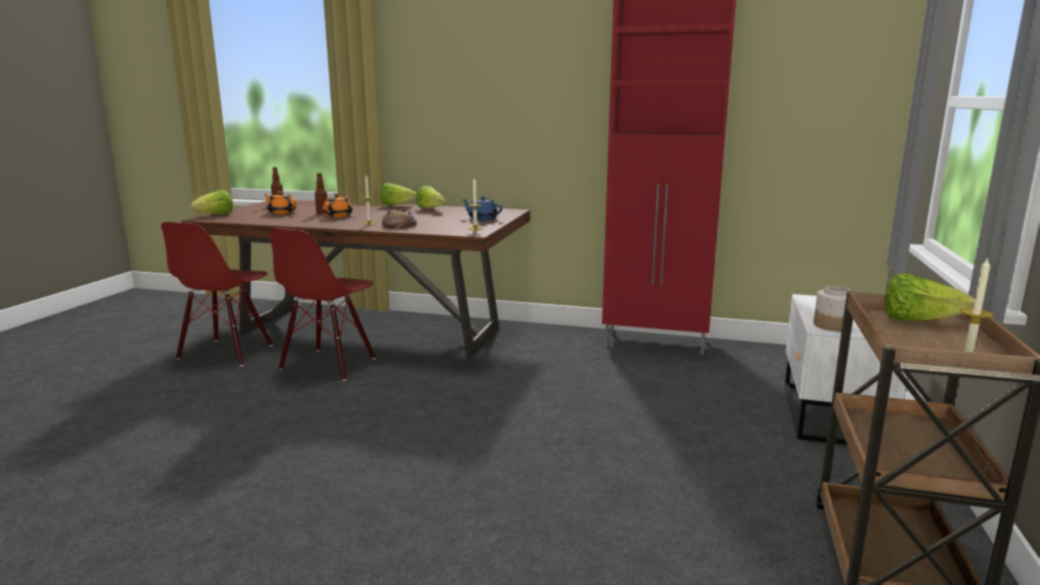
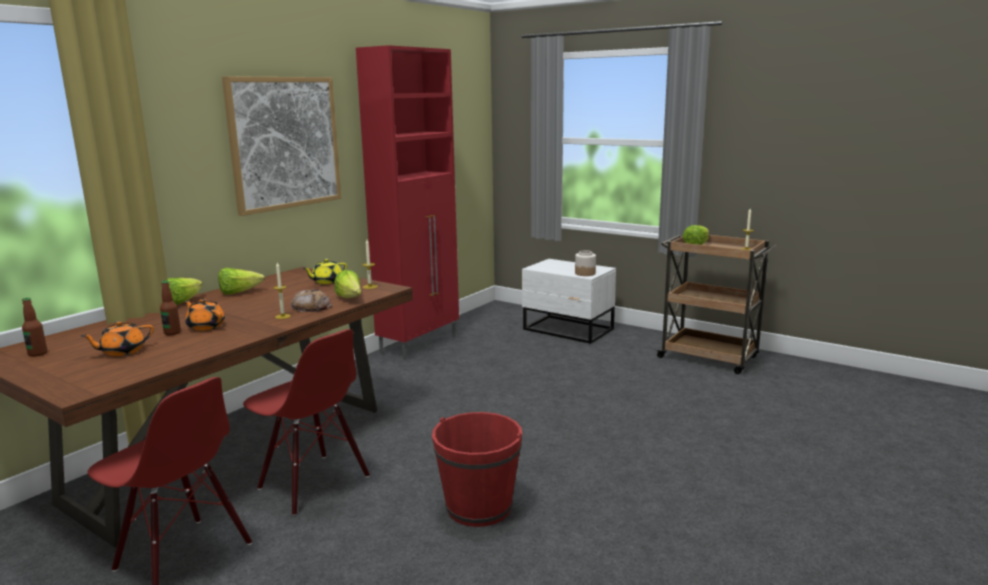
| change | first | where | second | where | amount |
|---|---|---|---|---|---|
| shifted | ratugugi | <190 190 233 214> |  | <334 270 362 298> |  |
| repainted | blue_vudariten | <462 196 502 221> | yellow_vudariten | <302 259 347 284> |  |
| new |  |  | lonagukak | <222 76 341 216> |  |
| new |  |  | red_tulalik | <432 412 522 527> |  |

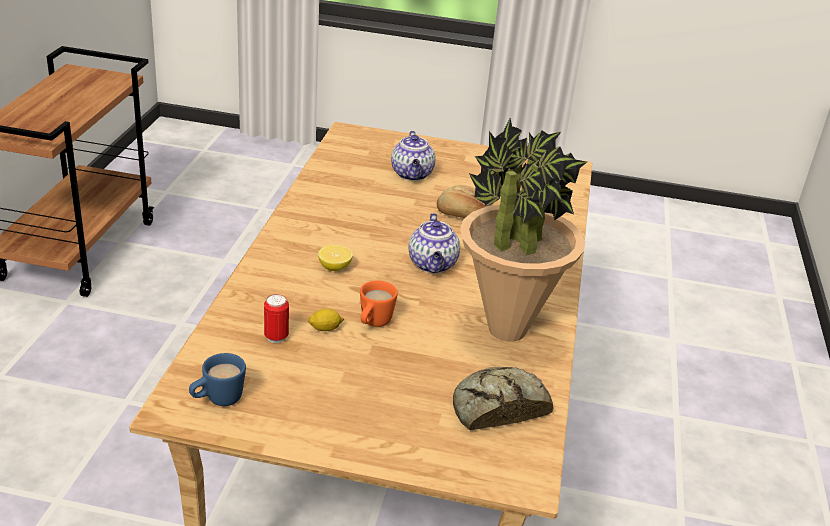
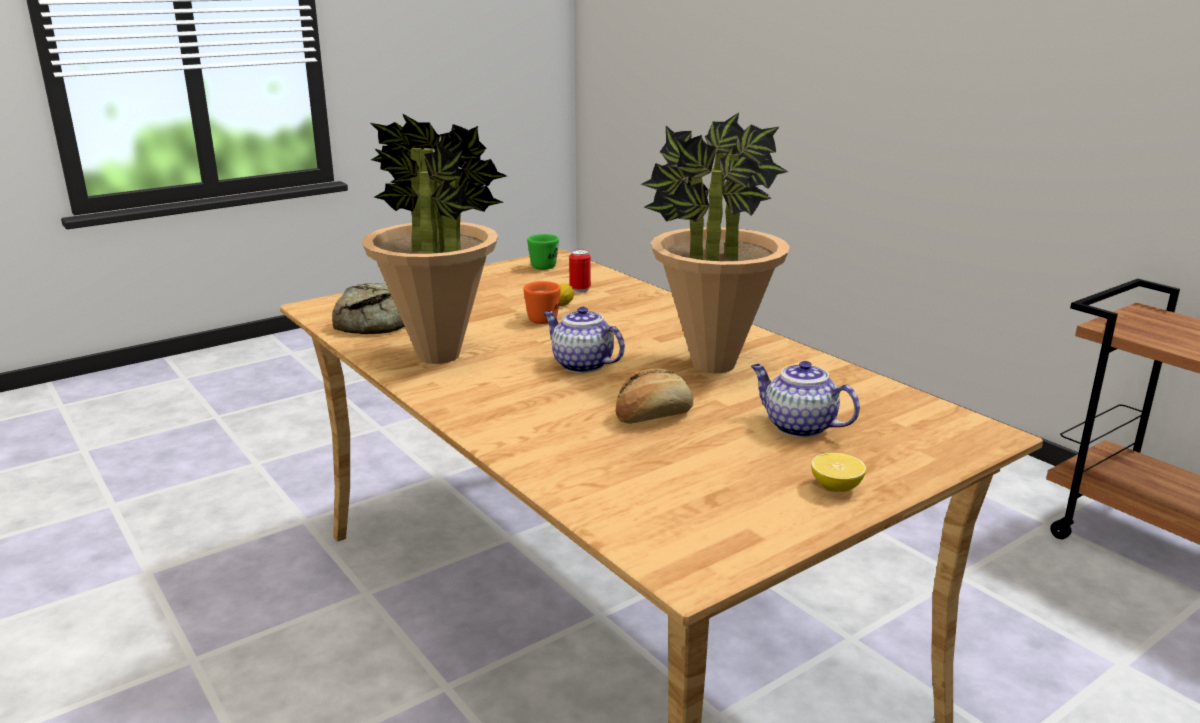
| change | first | where | second | where | amount |
|---|---|---|---|---|---|
| repainted | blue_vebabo | <189 353 246 406> | green_vebabo | <527 234 559 270> |  |
| shifted | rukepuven | <318 245 353 271> |  | <811 453 866 492> |  |
| new |  |  | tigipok | <641 112 790 373> |  |

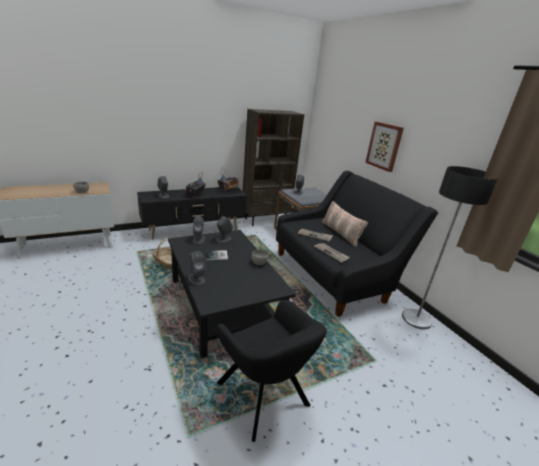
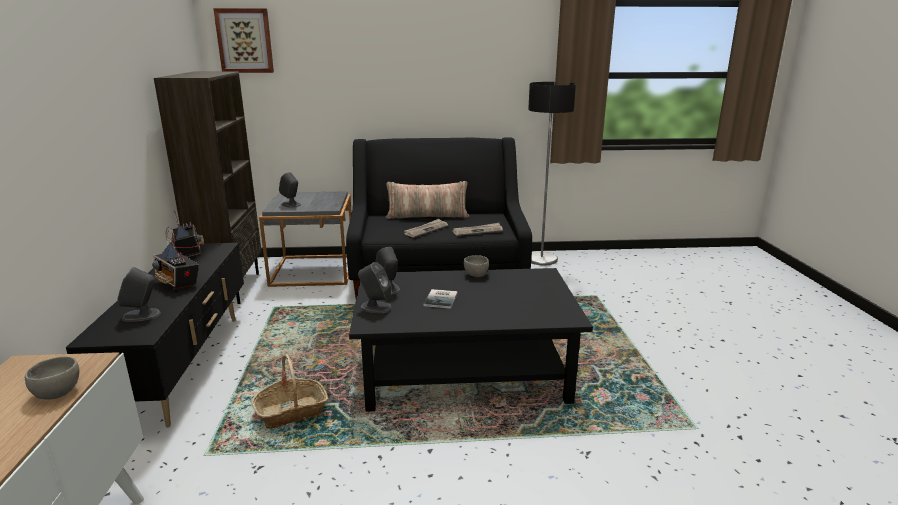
| change | first | where | second | where | amount |
|---|---|---|---|---|---|
| gone | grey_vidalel | <188 251 206 285> |  |  |  |
| gone | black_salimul | <217 300 327 442> |  |  |  |
| shifted | lonagukak | <365 122 404 172> |  | <213 8 274 73> |  |

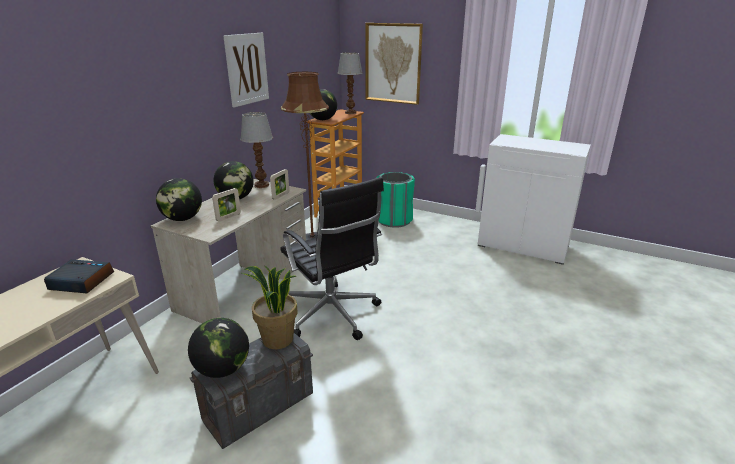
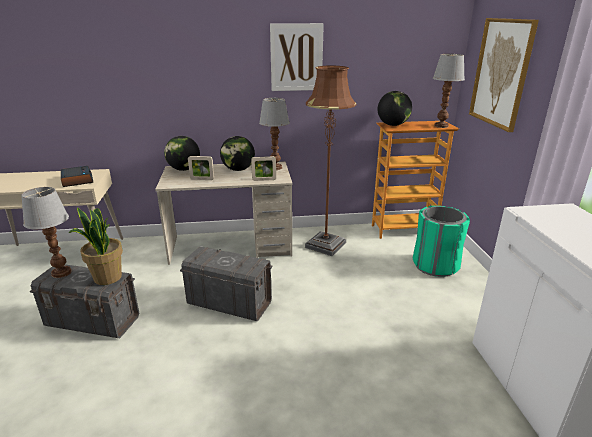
| change | first | where | second | where | amount |
|---|---|---|---|---|---|
| swapped | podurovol | <188 318 249 378> | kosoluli | <22 187 72 278> |  |
| swapped | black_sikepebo | <280 177 384 340> | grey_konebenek | <180 246 273 322> |  |

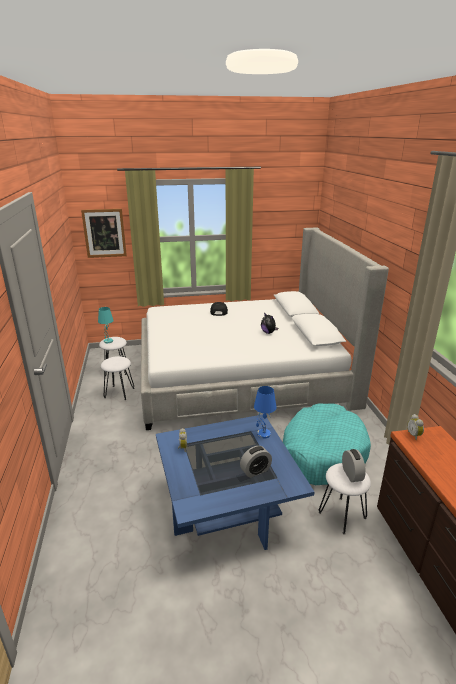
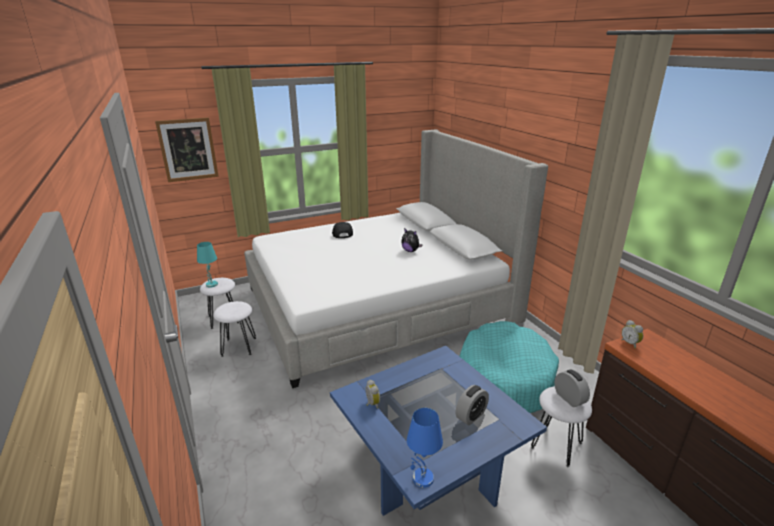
| change | first | where | second | where | amount |
|---|---|---|---|---|---|
| shifted | blue_kosoluli | <254 386 277 439> |  | <407 408 443 488> |  |

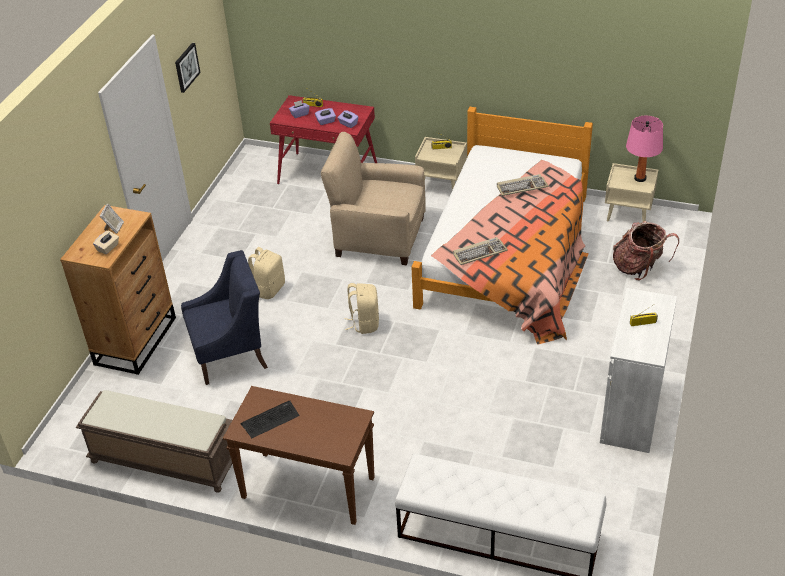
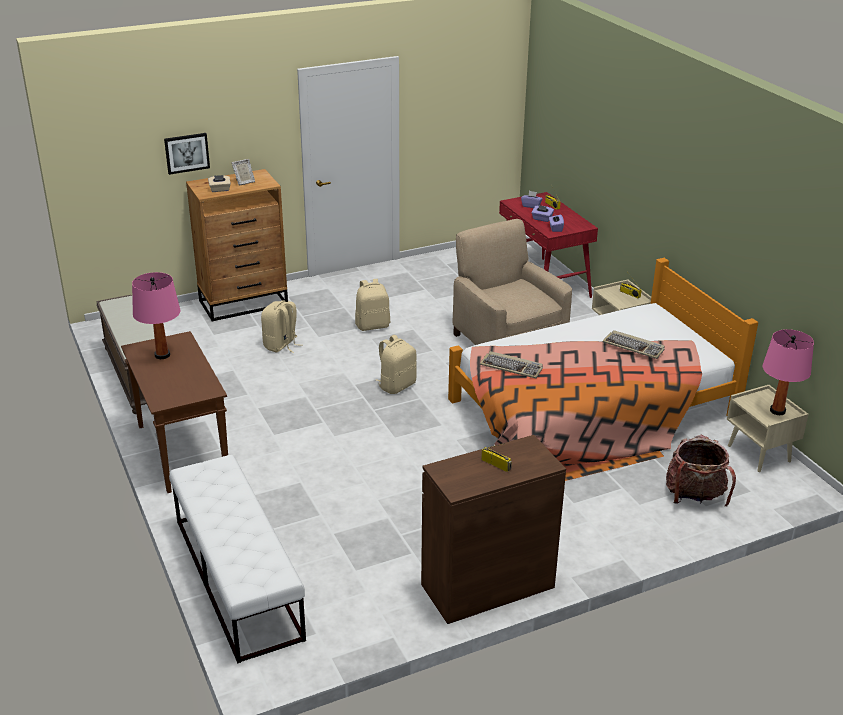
| change | first | where | second | where | amount |
|---|---|---|---|---|---|
| shifted | lonagukak | <175 43 200 93> |  | <164 133 210 175> |  |
| swapped | blue_salimul | <181 250 268 385> | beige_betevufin | <261 300 303 353> |  |
| swapped | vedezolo | <241 401 300 438> | pink_kosoluli | <132 272 181 359> |  |
| repainted | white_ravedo | <600 288 677 453> | brown_ravedo | <421 435 566 624> |  |

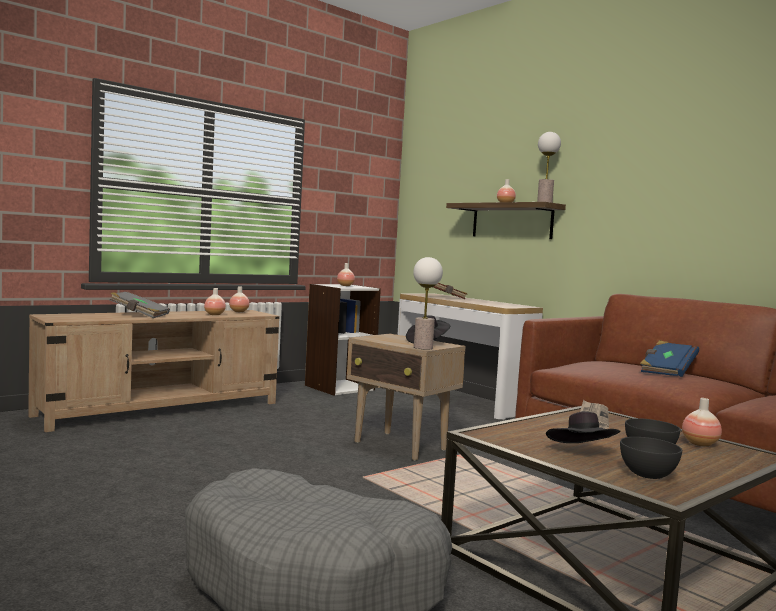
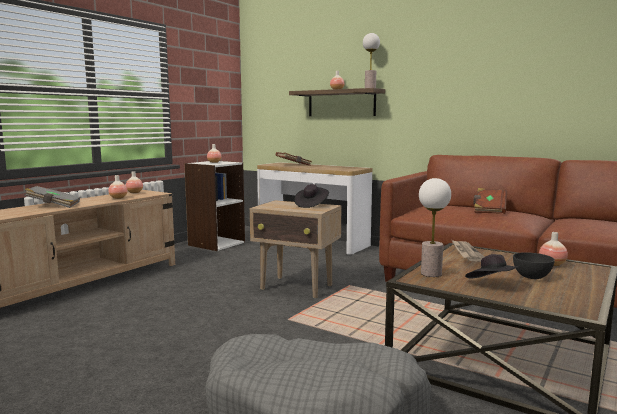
| change | first | where | second | where | amount |
|---|---|---|---|---|---|
| shifted | kosoluli | <413 257 443 349> |  | <419 178 451 277> |  |
| gone | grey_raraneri | <620 437 682 479> |  |  |  |
| repainted | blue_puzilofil | <640 341 699 377> | brown_puzilofil | <473 188 507 214> |  |

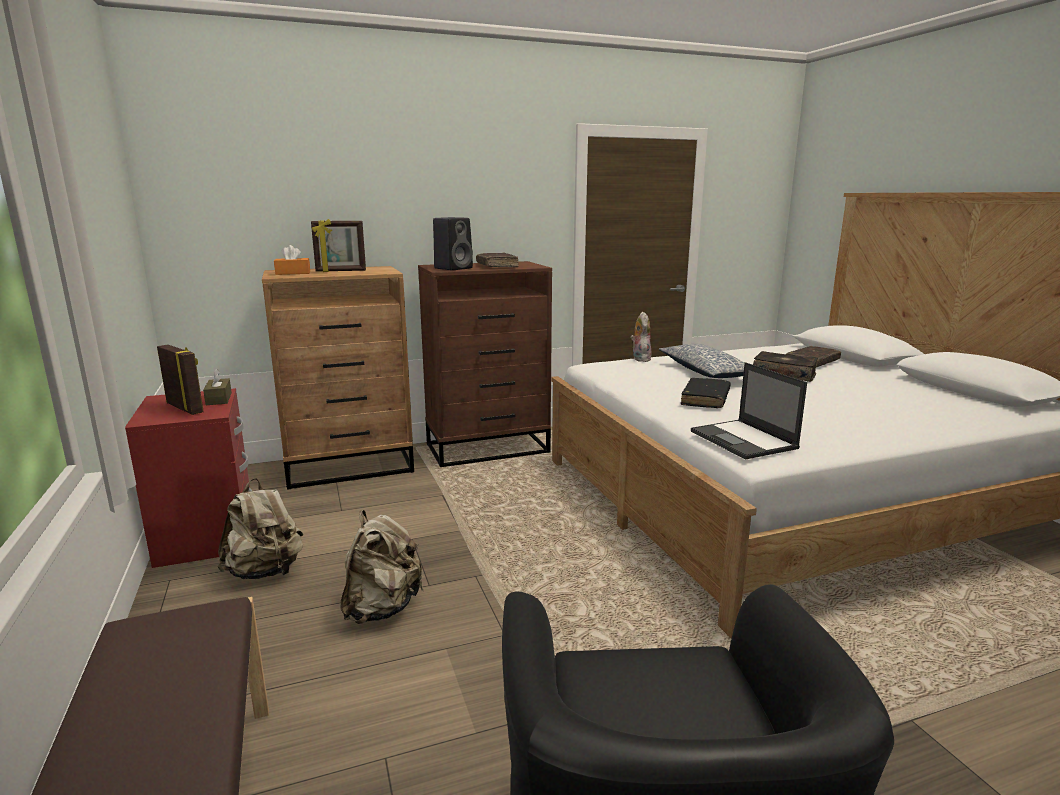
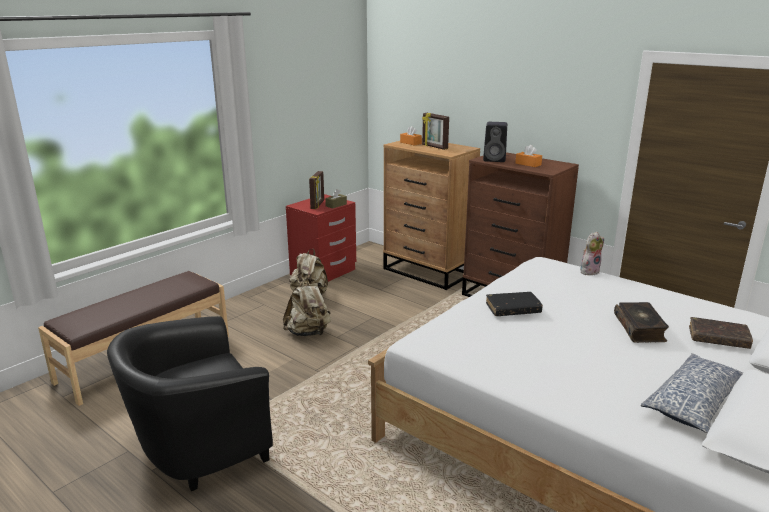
| change | first | where | second | where | amount |
|---|---|---|---|---|---|
| swapped | brown_puzilofil | <476 253 519 268> | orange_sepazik | <515 145 542 167> |  |
| shifted | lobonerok | <659 344 744 378> |  | <641 353 743 433> |  |
| gone | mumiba | <691 362 807 459> |  |  |  |

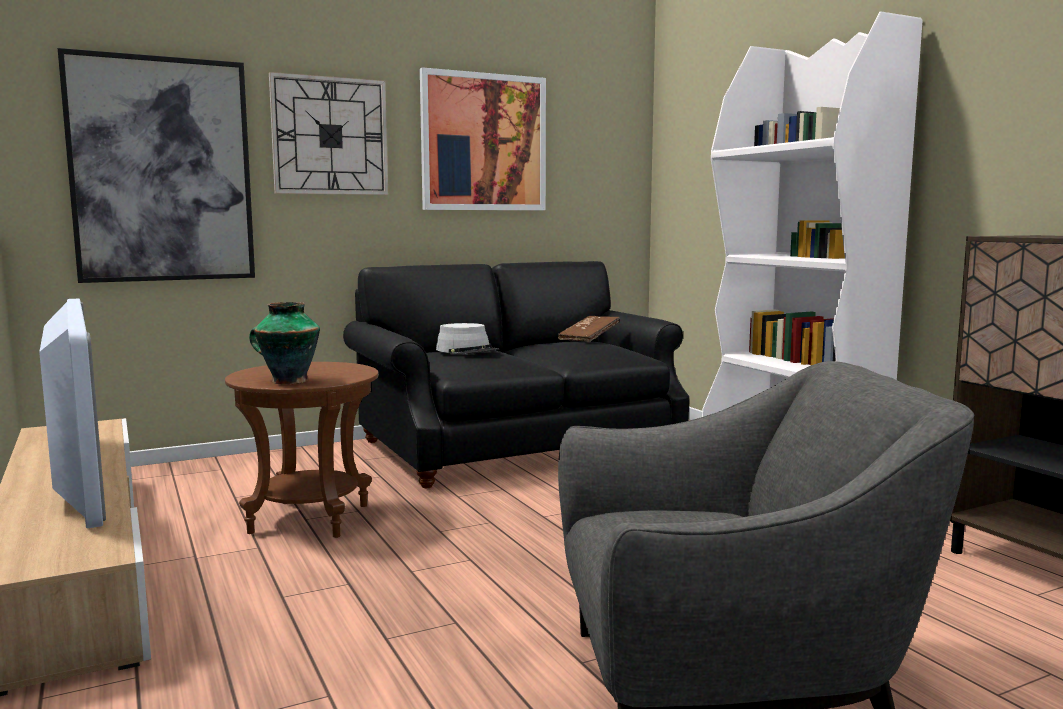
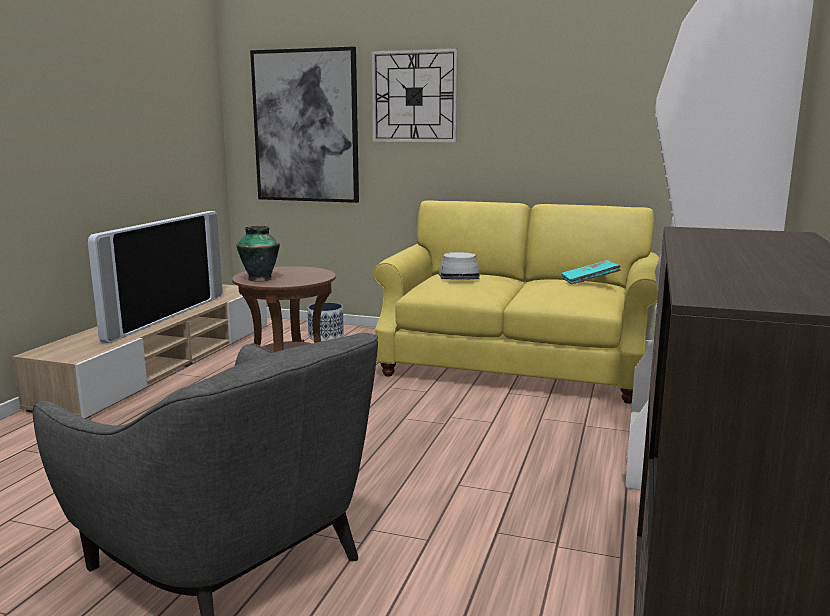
| change | first | where | second | where | amount |
|---|---|---|---|---|---|
| repainted | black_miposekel | <343 261 689 488> | yellow_miposekel | <374 200 659 404> |  |
| gone | lonagukak | <420 67 546 210> |  |  |  |
| repainted | brown_puzilofil | <558 316 620 342> | turquoise_puzilofil | <561 260 621 284> |  |
| new |  |  | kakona | <308 302 344 341> |  |

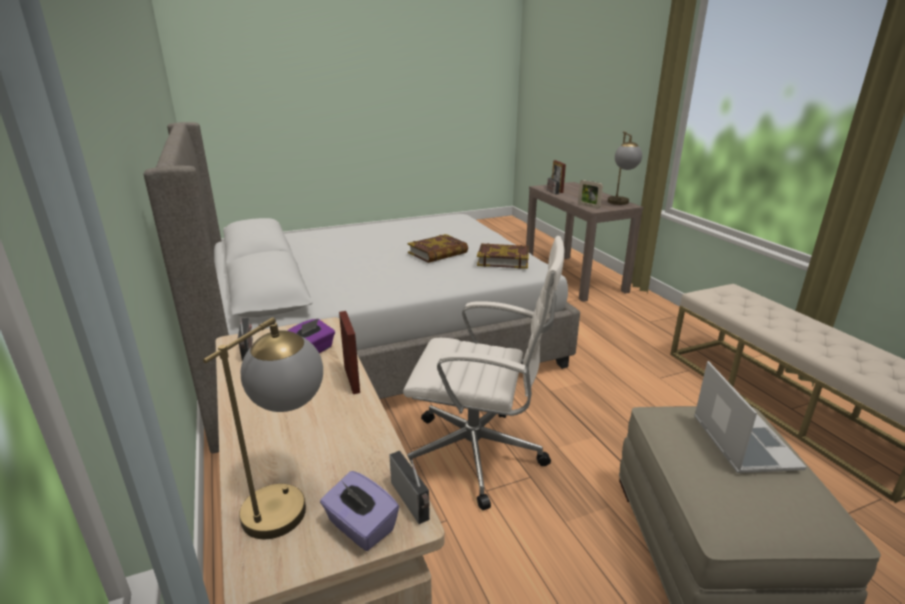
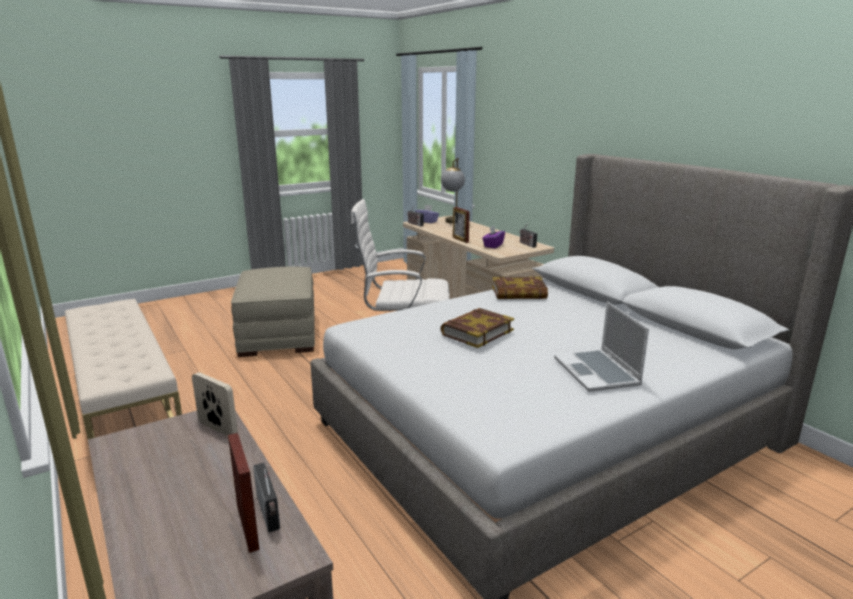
| change | first | where | second | where | amount |
|---|---|---|---|---|---|
| shifted | puzilofil | <477 243 529 269> |  | <492 276 548 299> |  |
| gone | kosoluli | <608 131 642 205> |  |  |  |
| shifted | mumiba | <694 361 806 473> |  | <554 302 649 392> |  |

